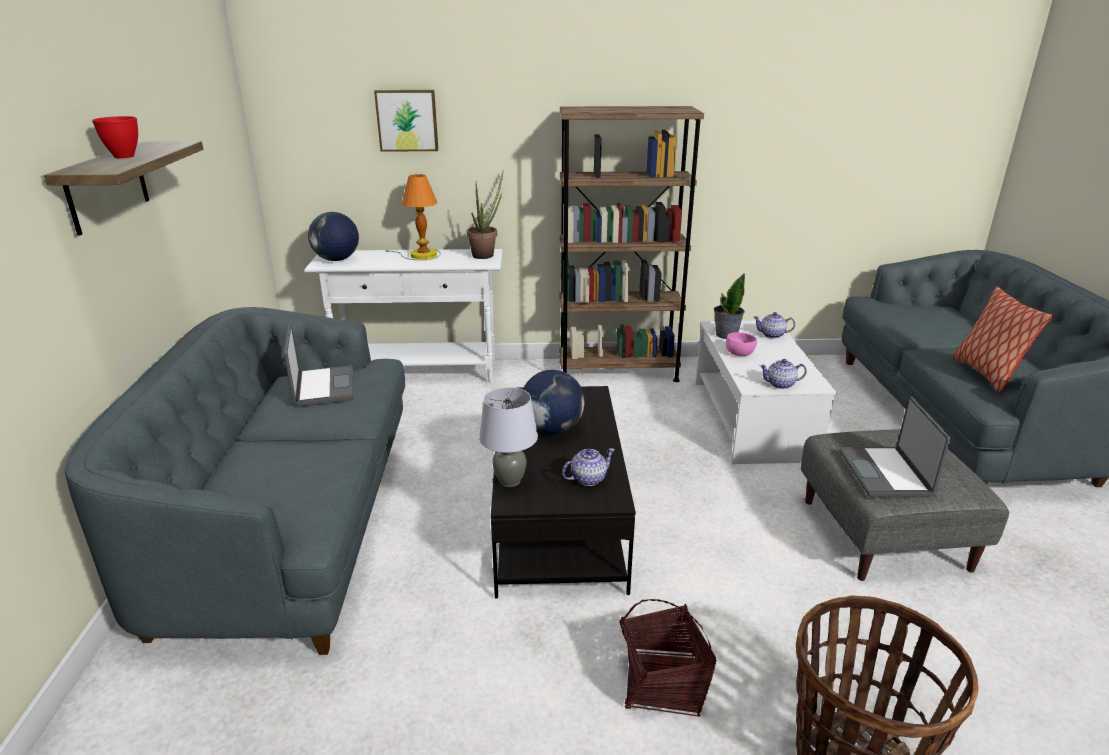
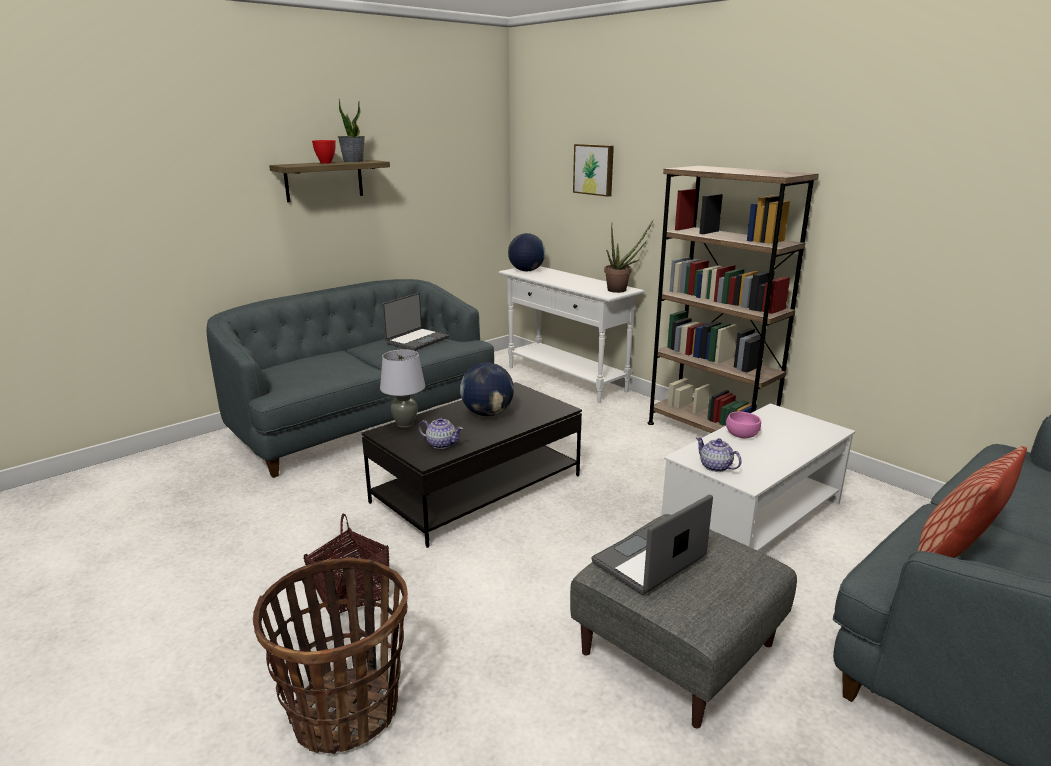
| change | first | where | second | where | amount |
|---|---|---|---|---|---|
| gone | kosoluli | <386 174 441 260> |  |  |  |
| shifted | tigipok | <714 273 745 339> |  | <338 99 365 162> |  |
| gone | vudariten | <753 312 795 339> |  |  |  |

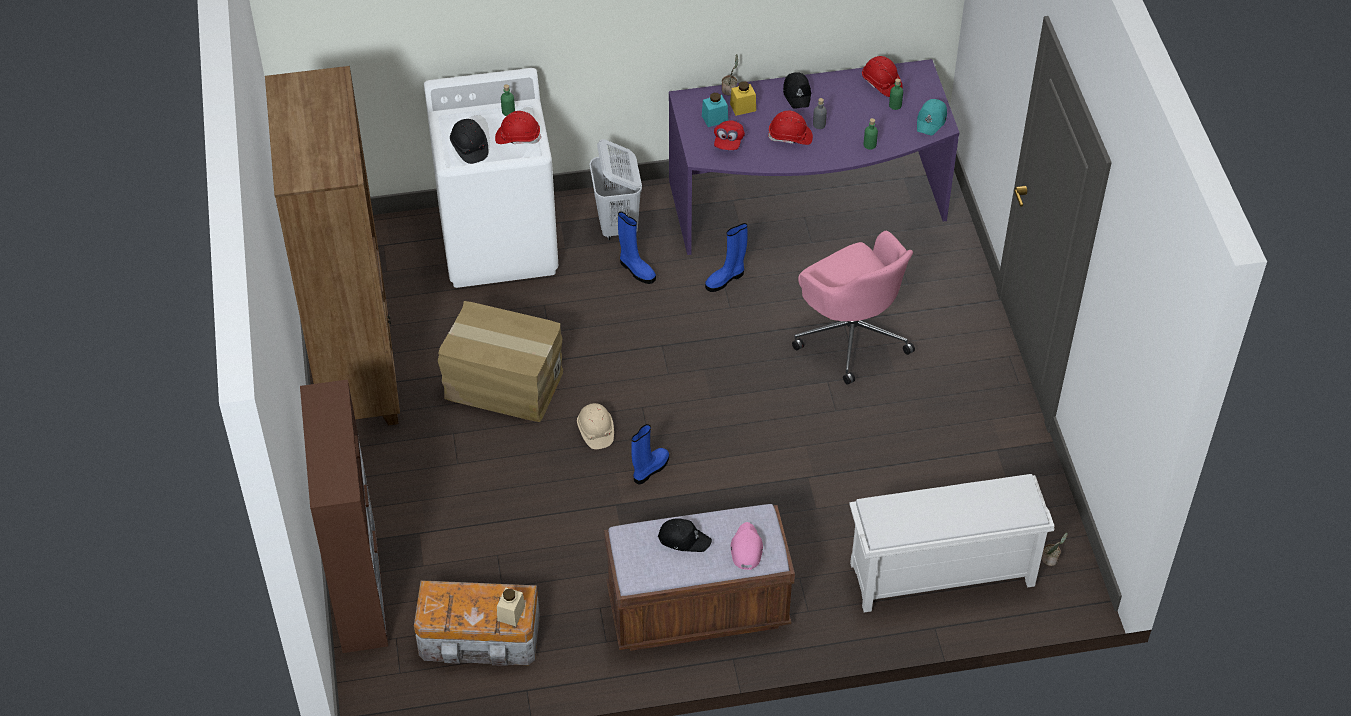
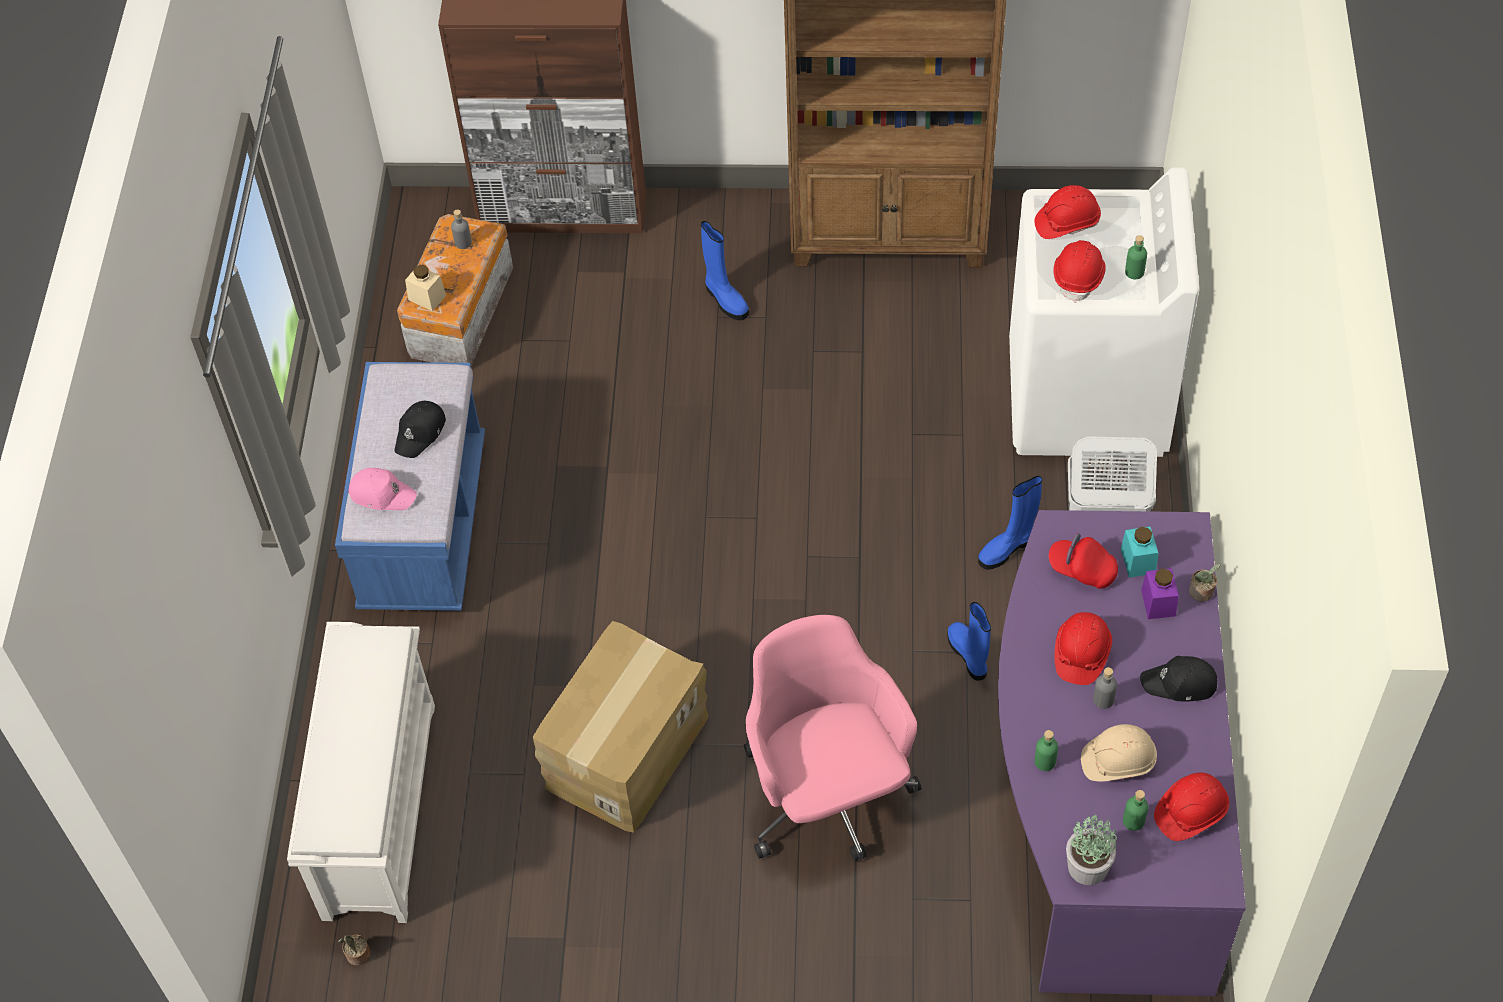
| change | first | where | second | where | amount |
|---|---|---|---|---|---|
| shifted | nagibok | <438 301 563 422> |  | <533 621 709 833> |  |
| repainted | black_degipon | <450 119 488 164> | red_degipon | <1035 185 1101 239> |  |
| shifted | beige_degipon | <577 403 614 449> |  | <1081 724 1157 782> |  |
| repainted | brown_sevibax | <604 504 795 651> | blue_sevibax | <335 362 485 611> |  |
| shifted | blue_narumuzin | <631 424 669 484> |  | <701 221 749 320> |  |
| repainted | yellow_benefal | <730 81 756 116> | purple_benefal | <1141 569 1179 619> |  |
| rotated | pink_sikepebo | <792 231 915 385> |  | <744 615 921 861> | 90 degrees clockwise |
| swapped | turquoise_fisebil | <917 99 947 136> | tigipok | <1066 813 1117 885> |  |
| new |  |  | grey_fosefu | <451 210 472 249> |  |

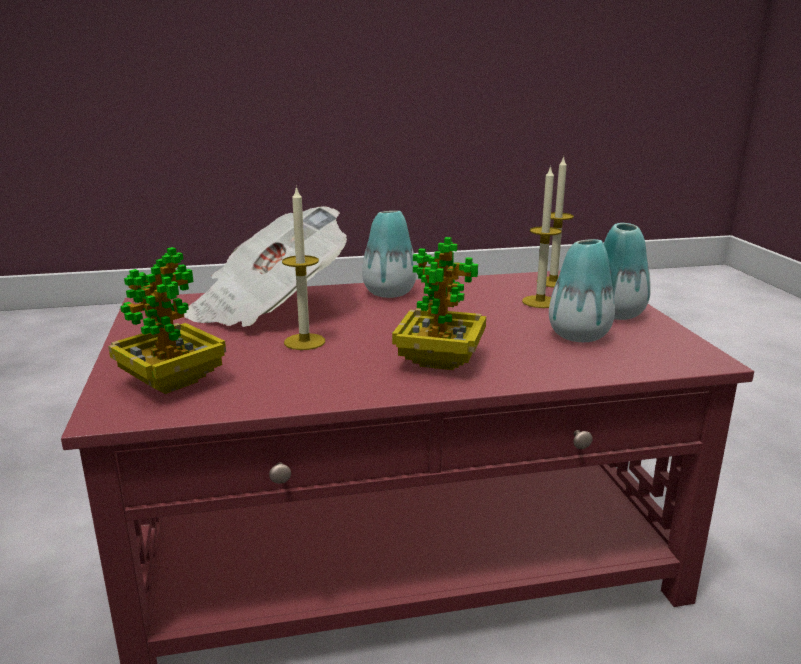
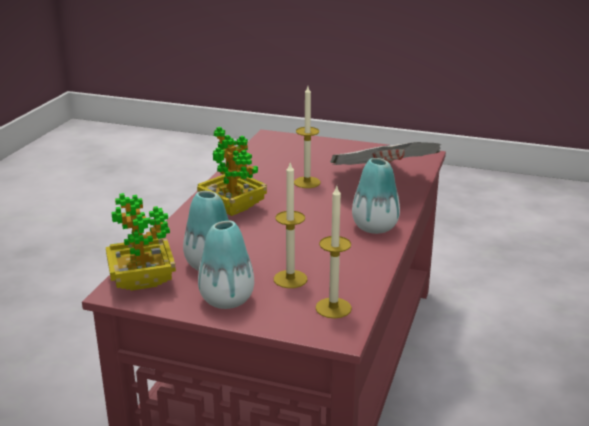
| change | first | where | second | where | amount |
|---|---|---|---|---|---|
| shifted | tigipok | <108 247 226 394> |  | <106 193 176 291> |  |

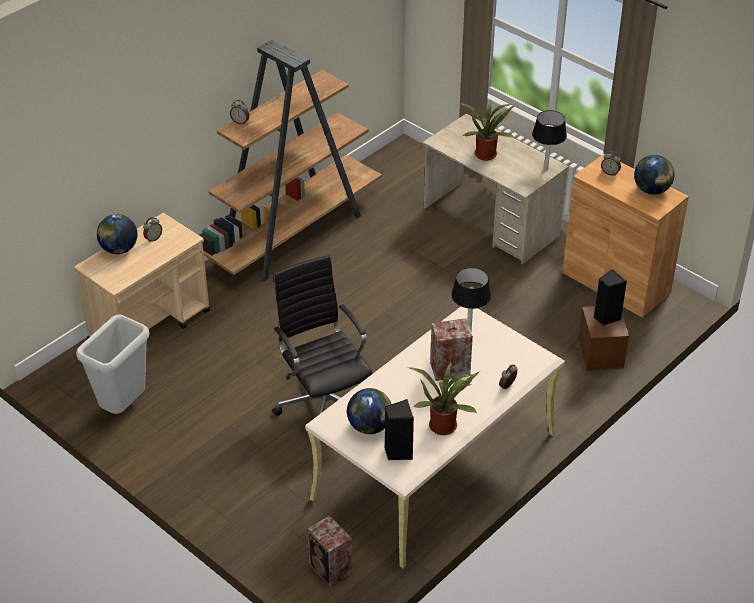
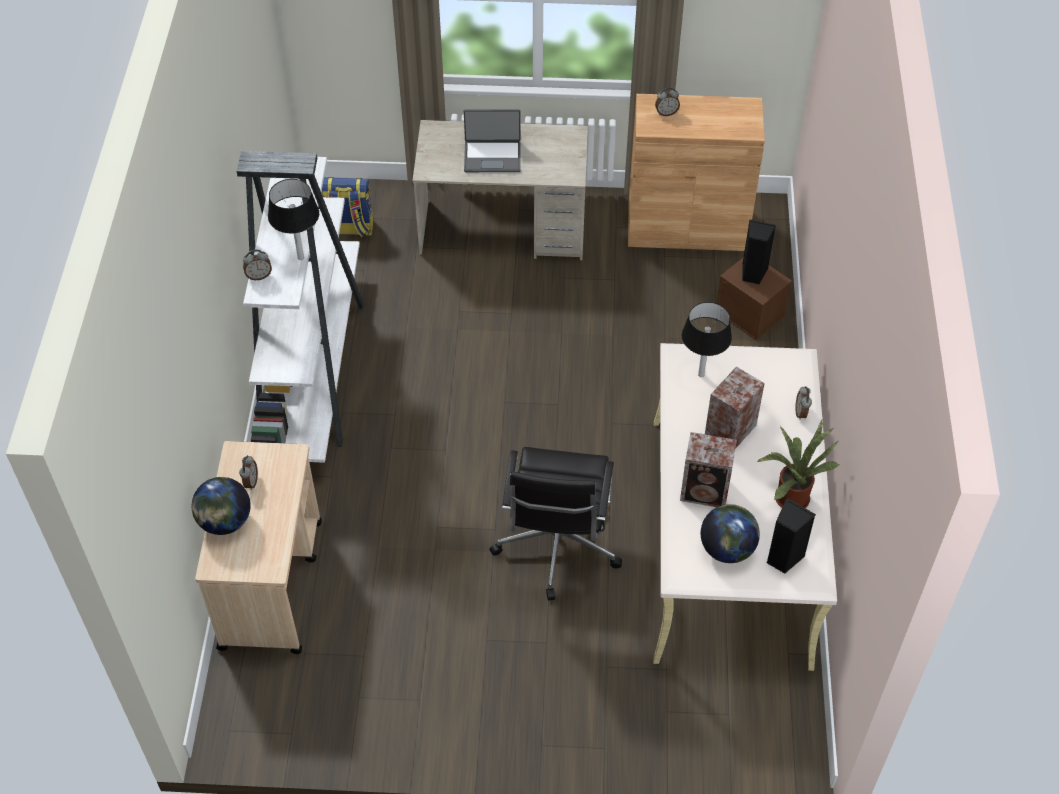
| change | first | where | second | where | amount |
|---|---|---|---|---|---|
| gone | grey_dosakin | <76 315 149 414> |  |  |  |
| repainted | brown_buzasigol | <199 40 382 281> | white_buzasigol | <237 151 364 463> |  |
| rotated | black_sikepebo | <272 255 373 443> |  | <490 447 622 601> | 105 degrees counterclockwise |
| shifted | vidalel | <307 515 352 587> |  | <680 432 737 507> |  |
| swapped | tigipok | <458 101 515 161> | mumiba | <464 109 521 172> |  |
| shifted | black_kosoluli | <532 110 567 170> |  | <268 179 319 260> |  |
| gone | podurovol | <634 155 675 195> |  |  |  |
| new |  |  | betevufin | <321 177 373 237> |  |

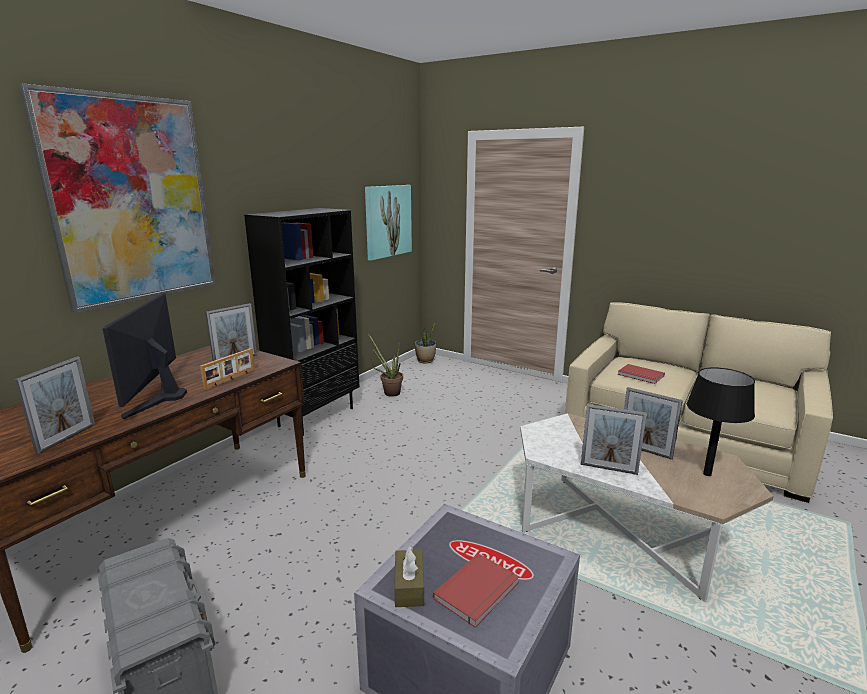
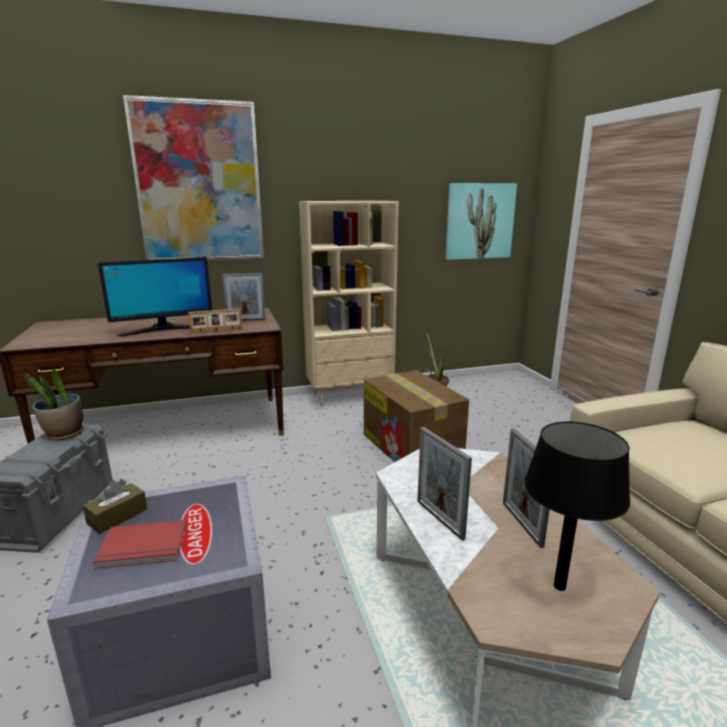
| change | first | where | second | where | amount |
|---|---|---|---|---|---|
| gone | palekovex | <15 357 95 455> |  |  |  |
| rotated | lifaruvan | <102 293 187 419> |  | <98 257 212 336> | 150 degrees counterclockwise |
| repainted | black_buzasigol | <244 208 360 436> | beige_buzasigol | <299 201 399 407> |  |
| shifted | tigipok | <415 323 436 364> |  | <24 368 84 440> |  |
| gone | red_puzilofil | <617 364 665 384> |  |  |  |
| new |  |  | nagibok | <364 370 469 462> |  |

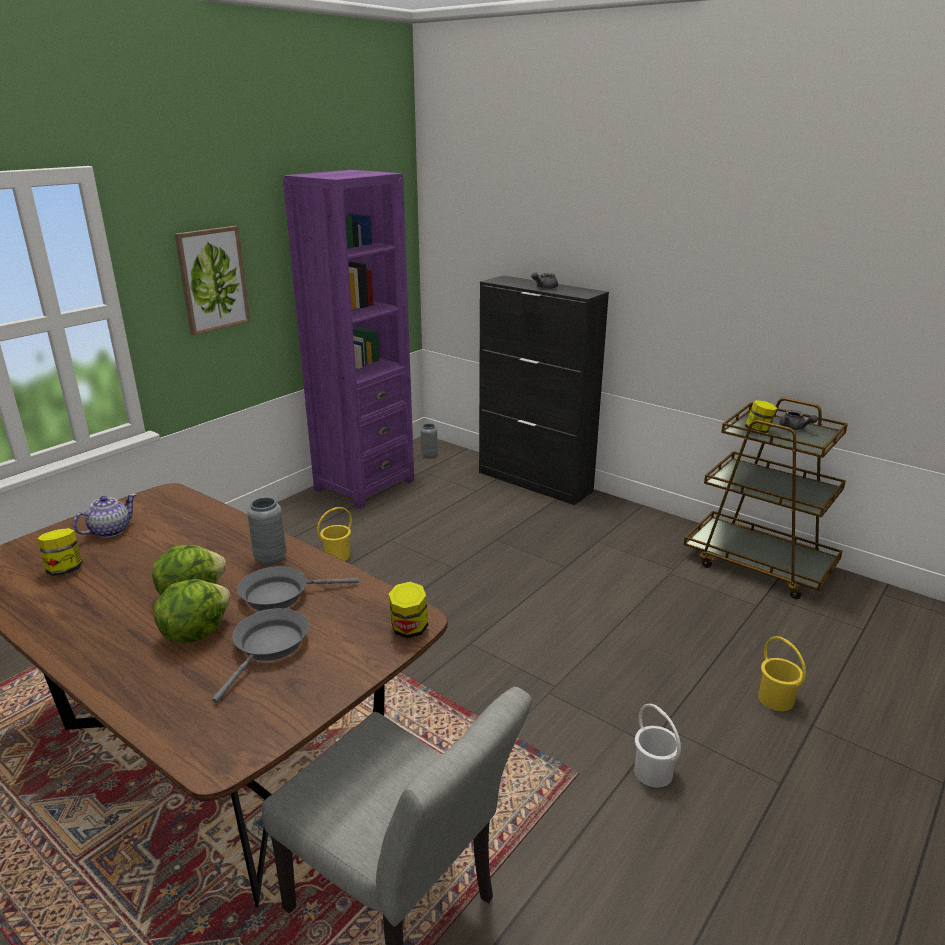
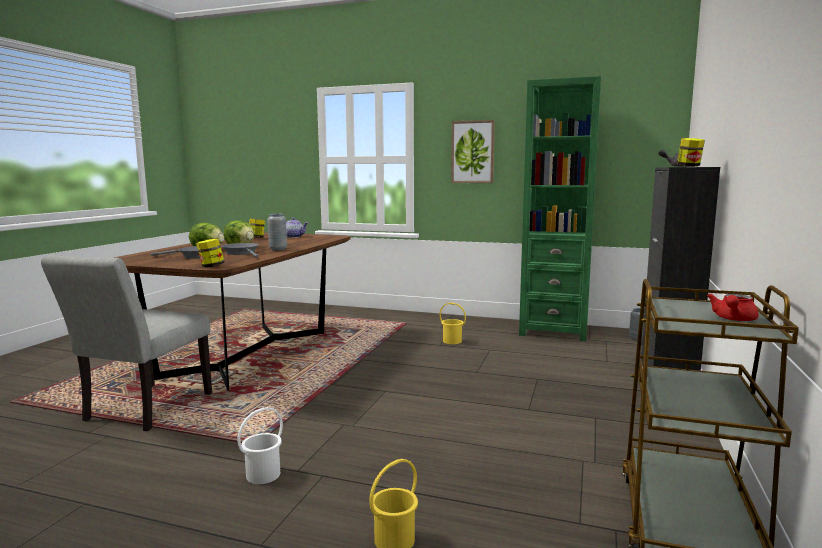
| change | first | where | second | where | amount |
|---|---|---|---|---|---|
| repainted | purple_buzasigol | <283 170 414 509> | green_buzasigol | <519 76 601 342> |  |
| shifted | benefal | <745 400 777 433> |  | <677 138 705 167> |  |
| repainted | grey_vudariten | <779 410 818 430> | red_vudariten | <707 293 759 321> |  |

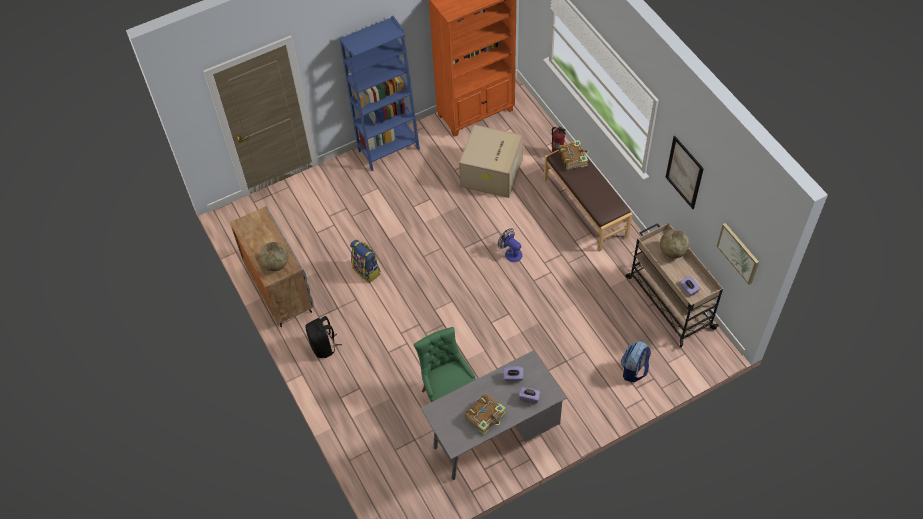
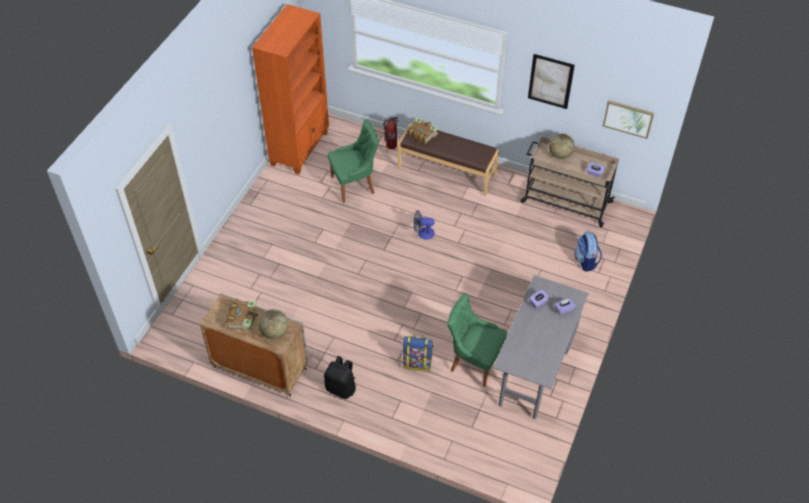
| change | first | where | second | where | amount |
|---|---|---|---|---|---|
| gone | blue_buzasigol | <339 16 420 171> |  |  |  |
| shifted | betevufin | <350 240 380 283> |  | <403 335 433 371> |  |
| swapped | nagibok | <459 125 523 198> | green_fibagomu | <328 119 379 203> |  |
| shifted | puzilofil | <465 394 506 435> |  | <226 300 259 332> |  |

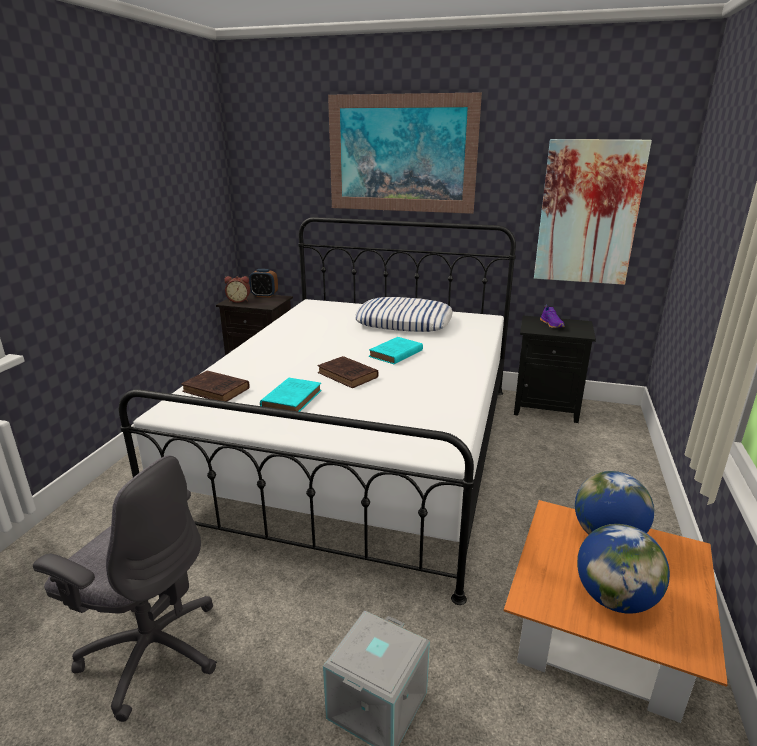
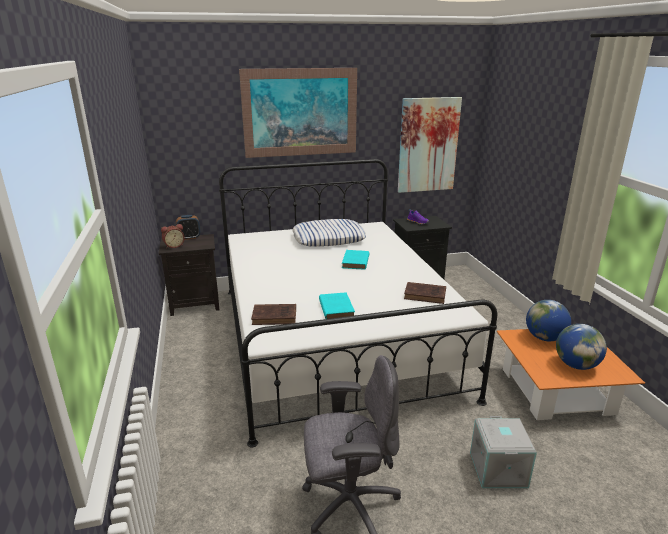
| change | first | where | second | where | amount |
|---|---|---|---|---|---|
| shifted | brown_puzilofil | <318 356 379 388> |  | <404 282 446 304> |  |

